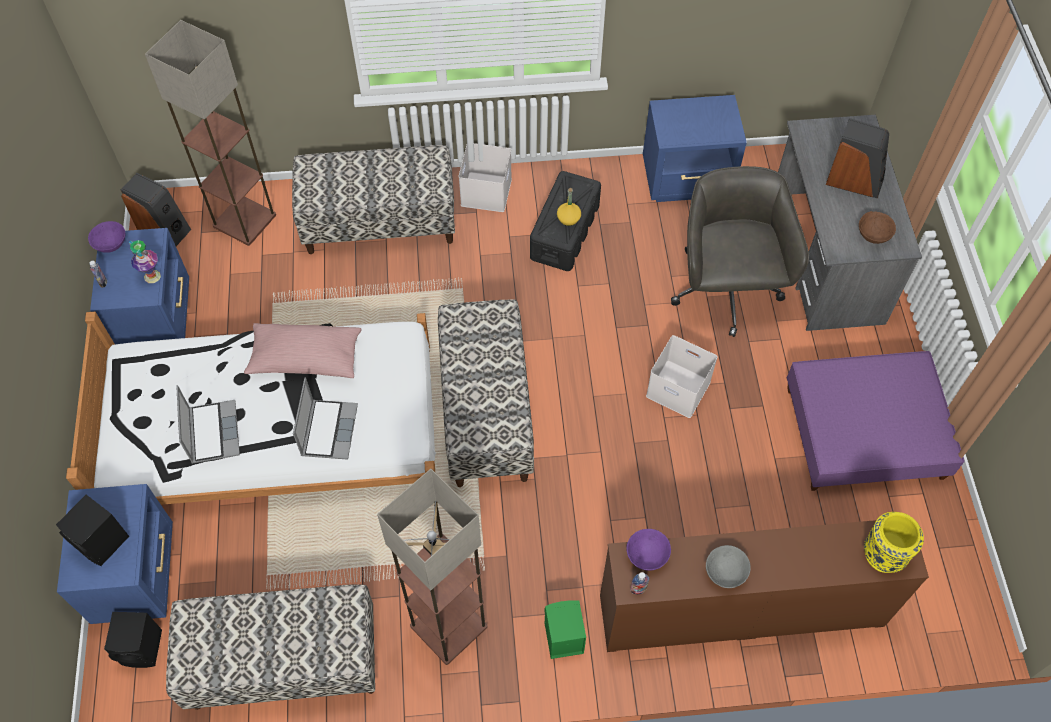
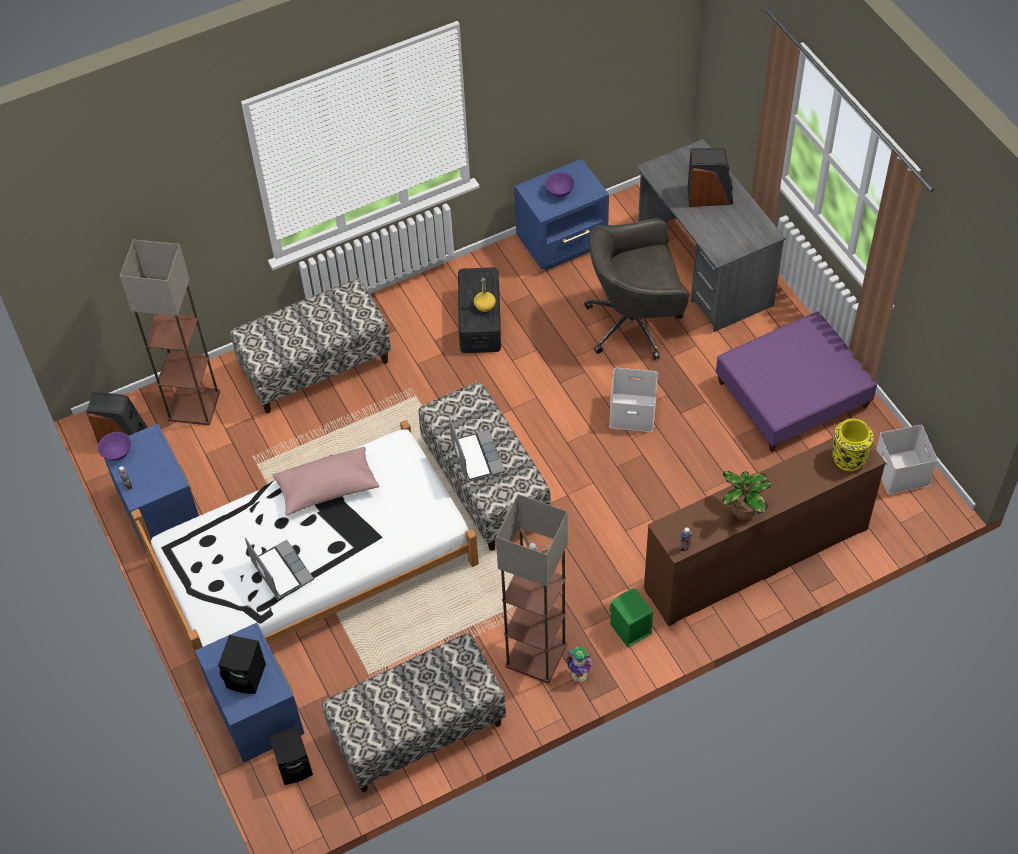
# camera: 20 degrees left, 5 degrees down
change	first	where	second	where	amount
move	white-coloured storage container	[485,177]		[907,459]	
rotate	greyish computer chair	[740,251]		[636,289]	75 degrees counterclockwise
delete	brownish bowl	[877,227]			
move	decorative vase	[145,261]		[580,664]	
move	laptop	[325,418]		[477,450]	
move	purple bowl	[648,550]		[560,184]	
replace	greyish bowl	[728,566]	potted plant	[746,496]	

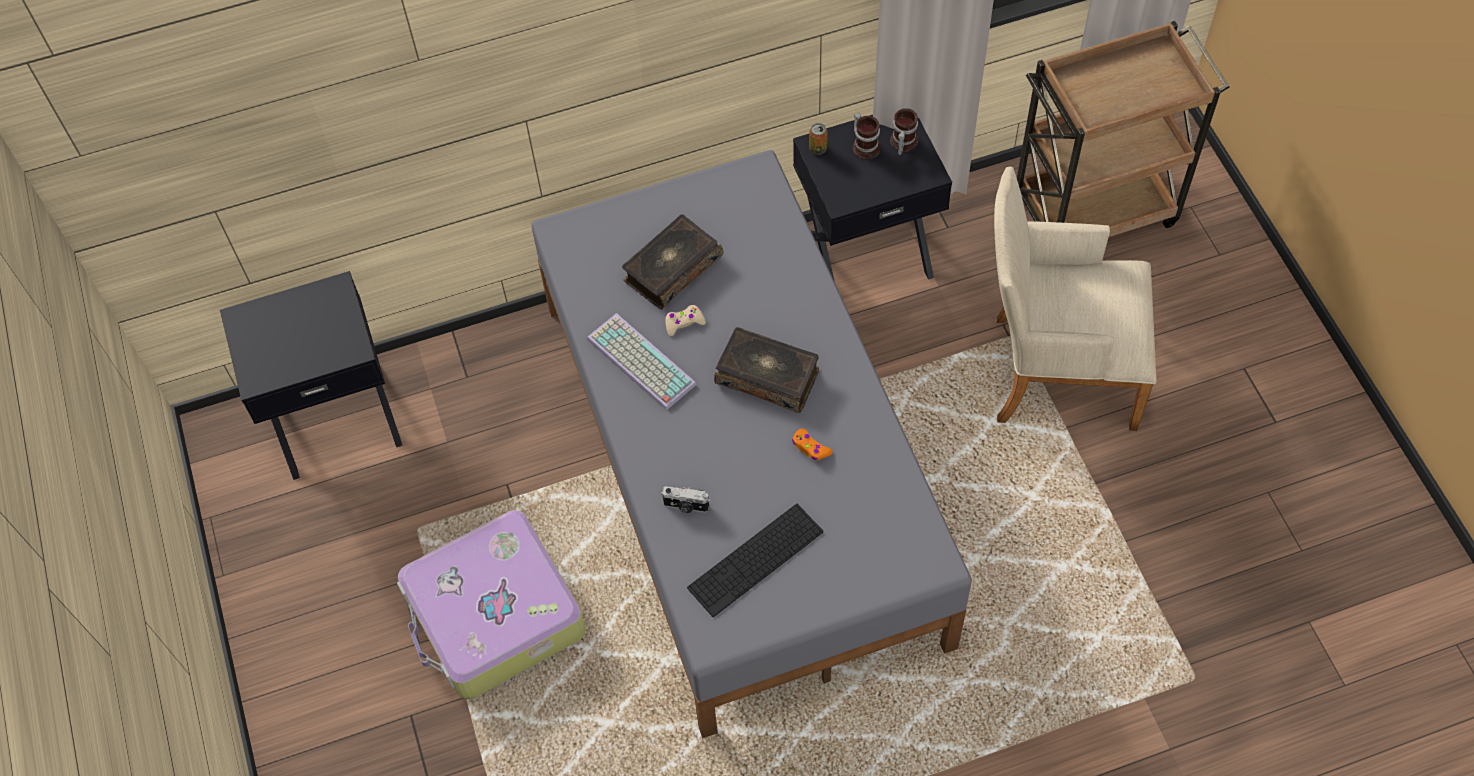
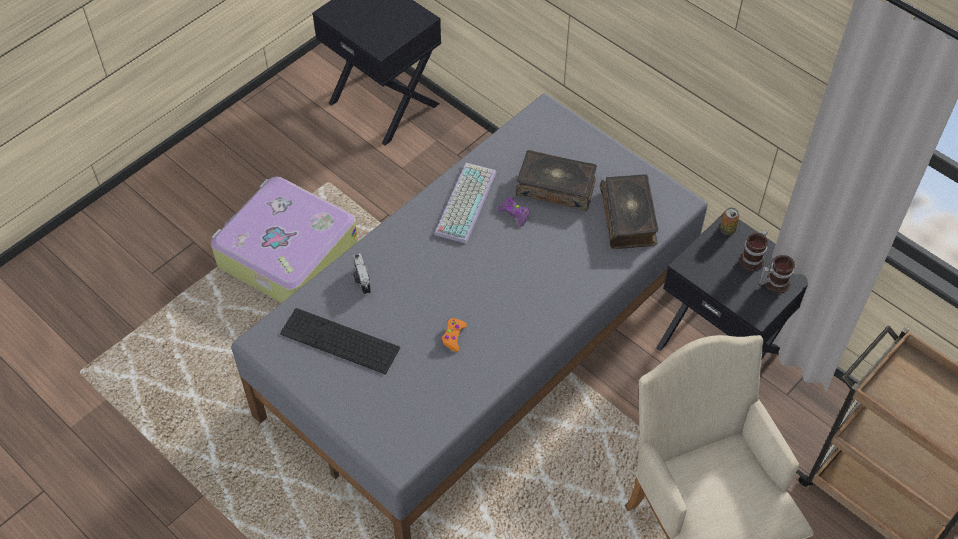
# camera: 60 degrees right, 5 degrees down
change	first	where	second	where	amount
recolor	beige-coloured joypad	[685,320]	purple joypad	[513,211]	
move	bound book	[766,370]		[629,211]	

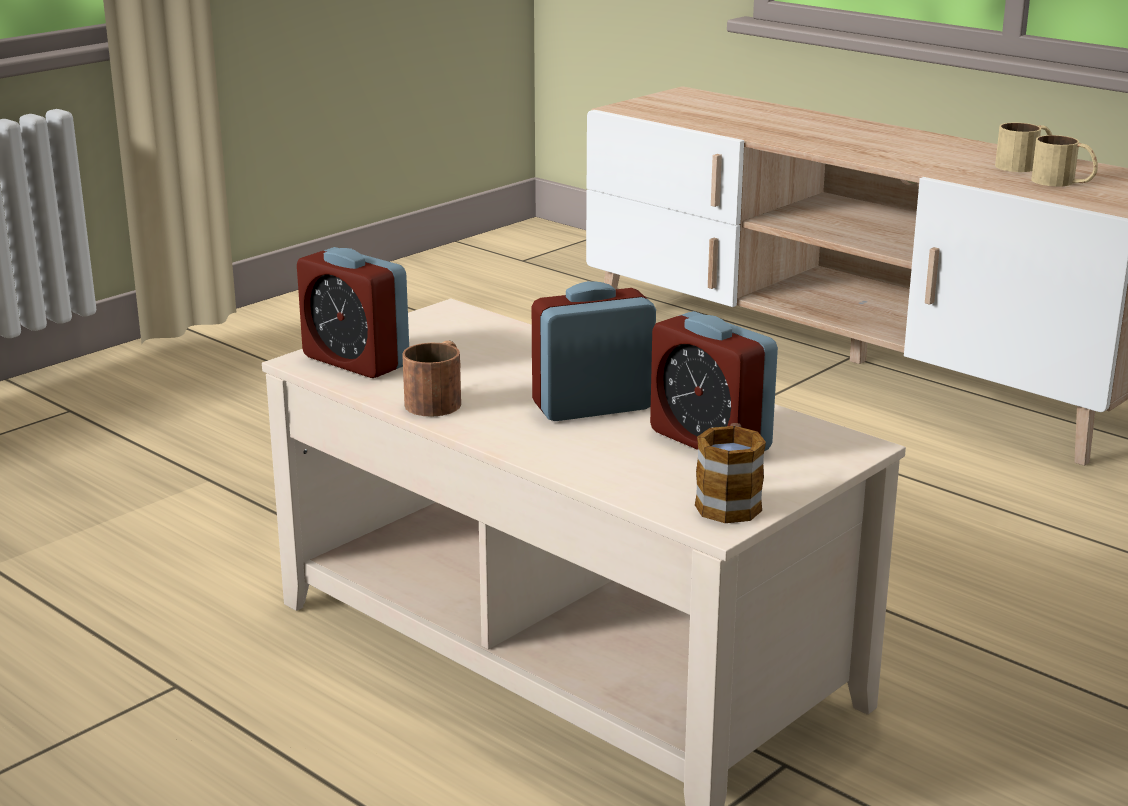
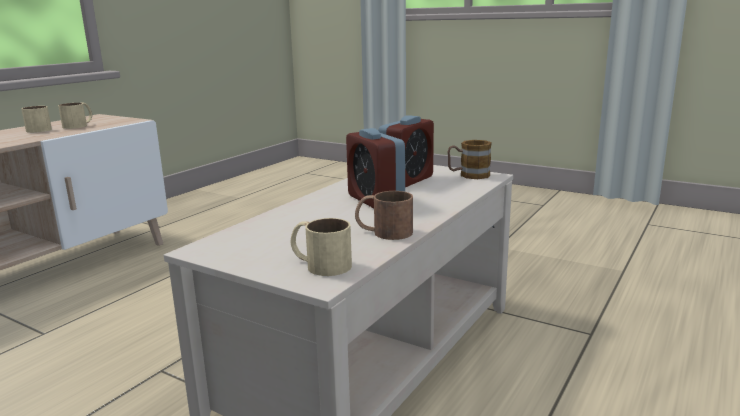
# camera: 100 degrees left, 5 degrees down
change	first	where	second	where	amount
replace	bedside clock	[353,312]	beige-coloured mug	[321,247]	

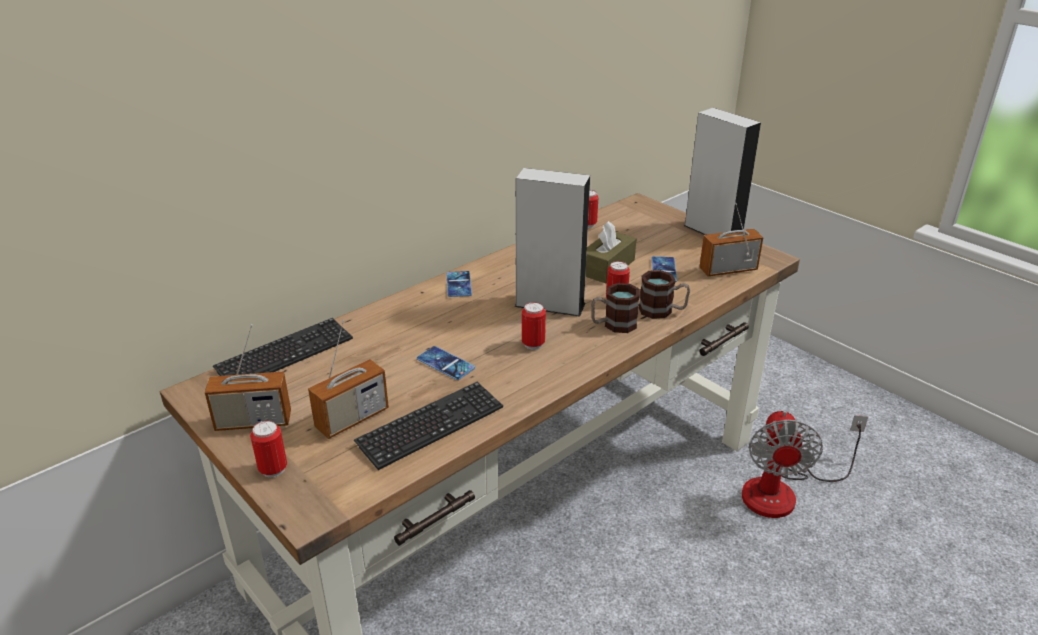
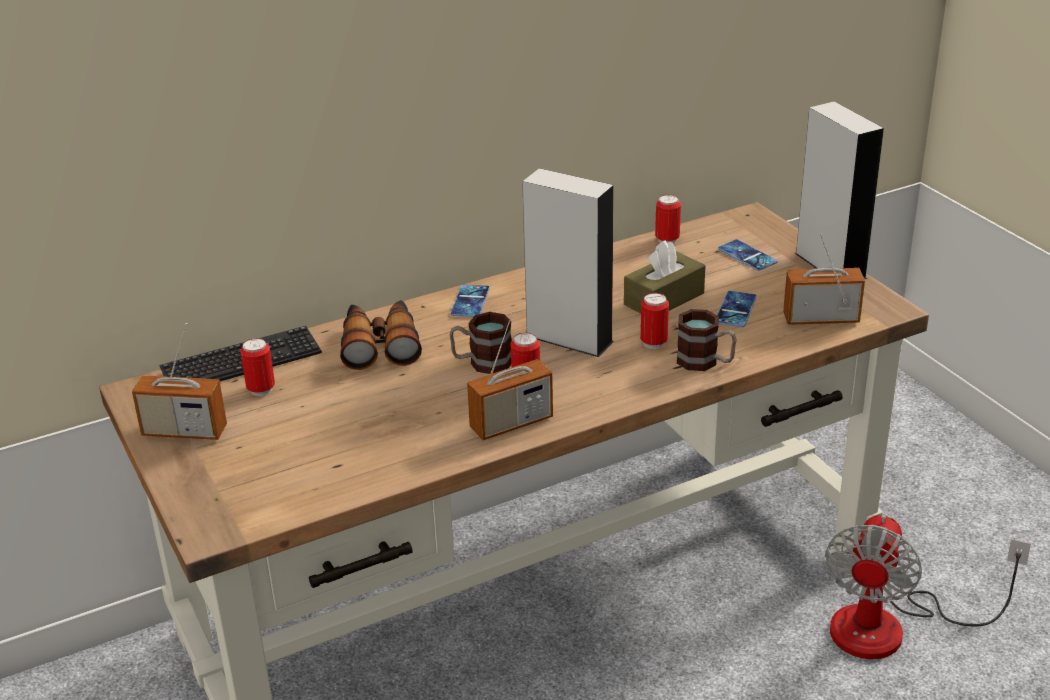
# camera: 15 degrees right, 0 degrees up
change	first	where	second	where	amount
move	mug	[615,308]		[481,343]	
move	radio receiver	[348,379]		[510,375]	
move	telephone	[446,363]		[748,255]	
delete	PC keyboard	[428,426]			
move	sealed can	[268,449]		[257,367]	
insert			pair of binoculars	[381,335]	

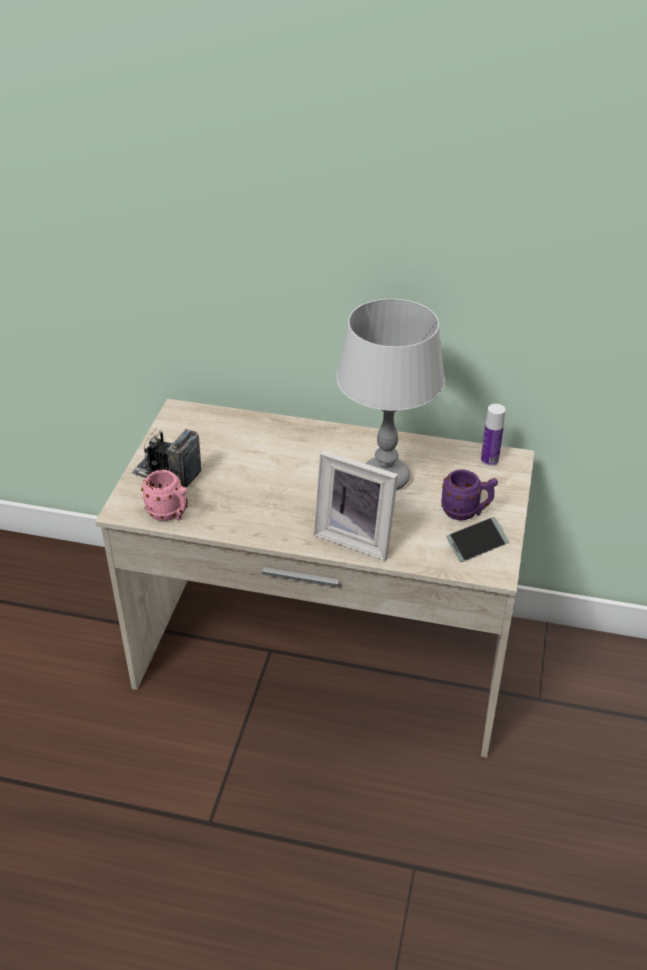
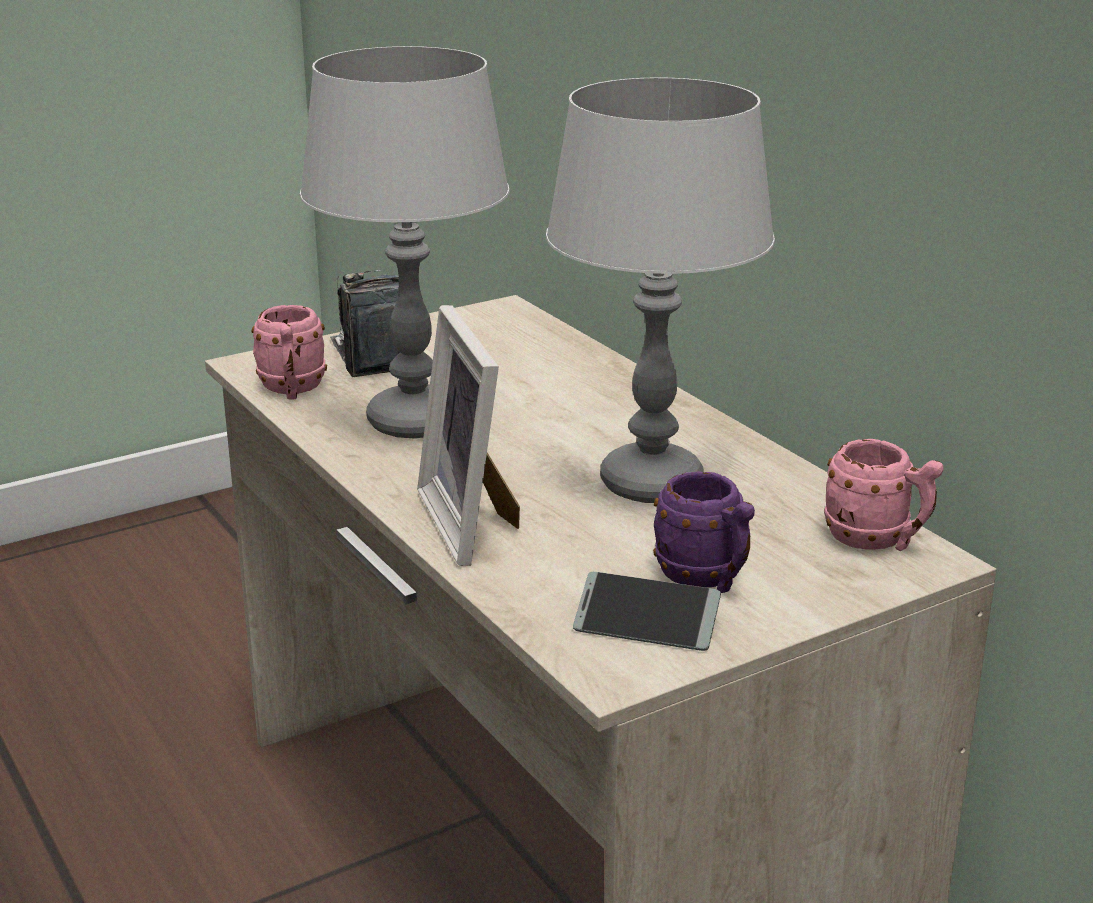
# camera: 45 degrees right, 15 degrees down
change	first	where	second	where	amount
replace	drink bottle	[493,435]	pink mug	[883,495]	
insert			greyish tabletop lamp	[405,242]	

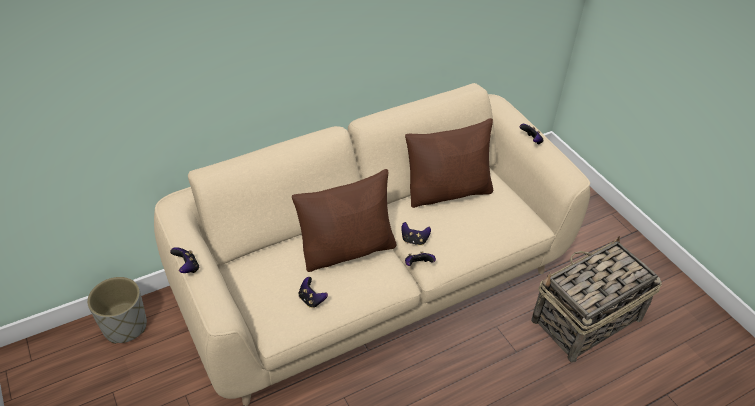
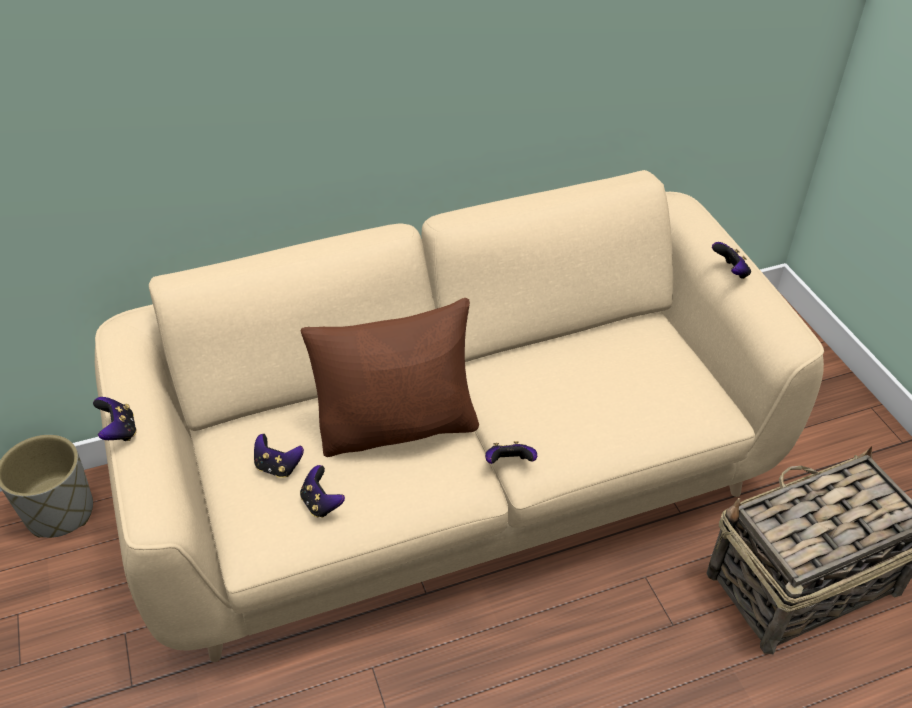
# camera: 10 degrees right, 0 degrees up
change	first	where	second	where	amount
delete	brownish cushion	[449,163]			
move	joypad	[416,234]		[279,456]	

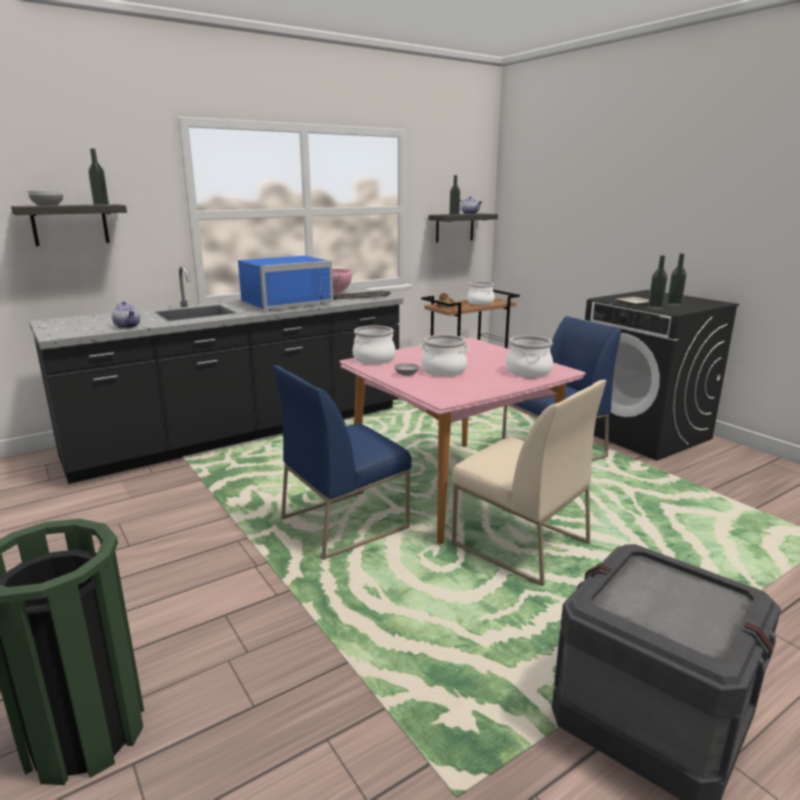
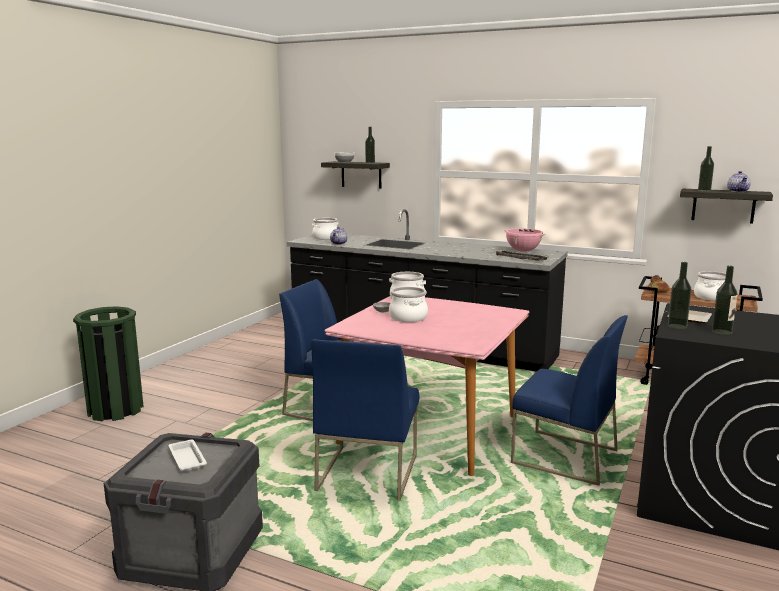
# camera: 60 degrees right, 5 degrees down
change	first	where	second	where	amount
delete	blue kitchen microwave	[285,283]			
move	stockpot	[529,357]		[325,229]	
recolor	beige-coloured chair	[529,483]	blue chair	[365,420]	
insert			white-coloured serving tray	[187,456]	

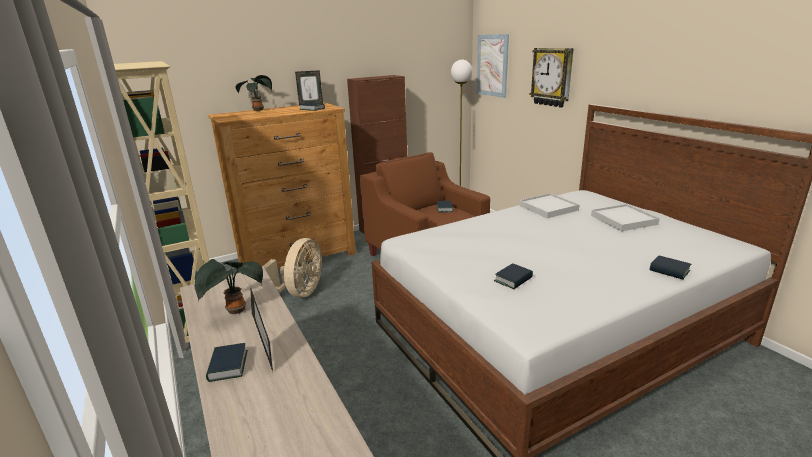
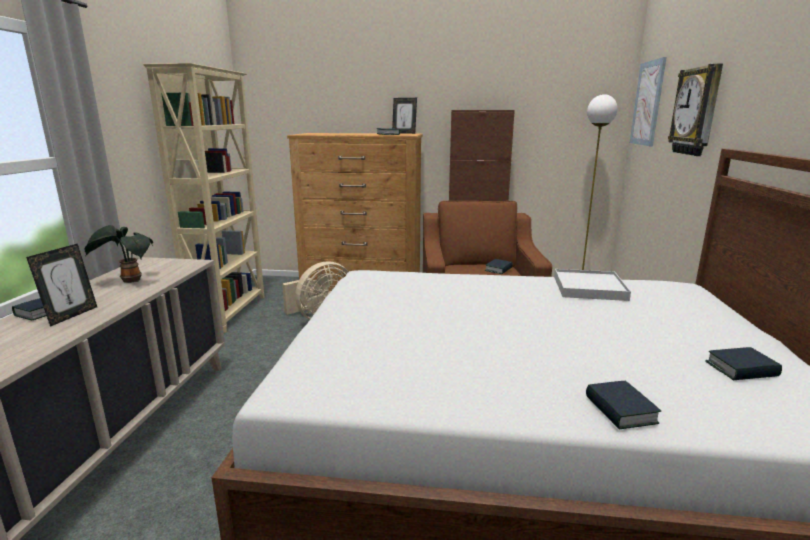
# camera: 35 degrees right, 5 degrees down
change	first	where	second	where	amount
delete	potted plant	[254,93]			
delete	white-coloured serving tray	[625,217]			
move	bound book	[513,276]		[743,363]	

